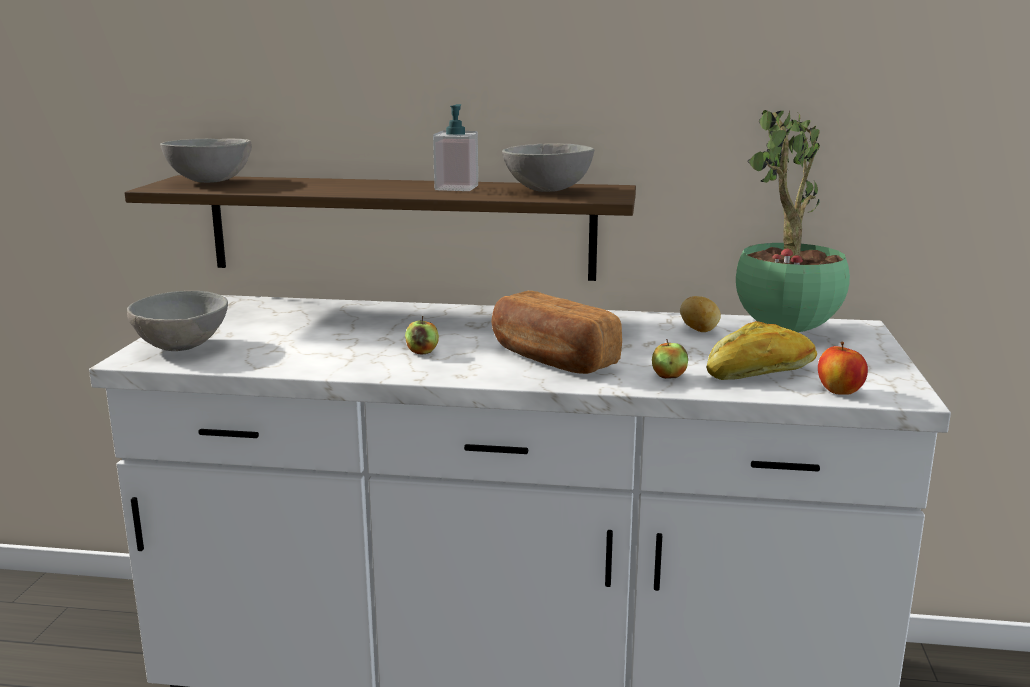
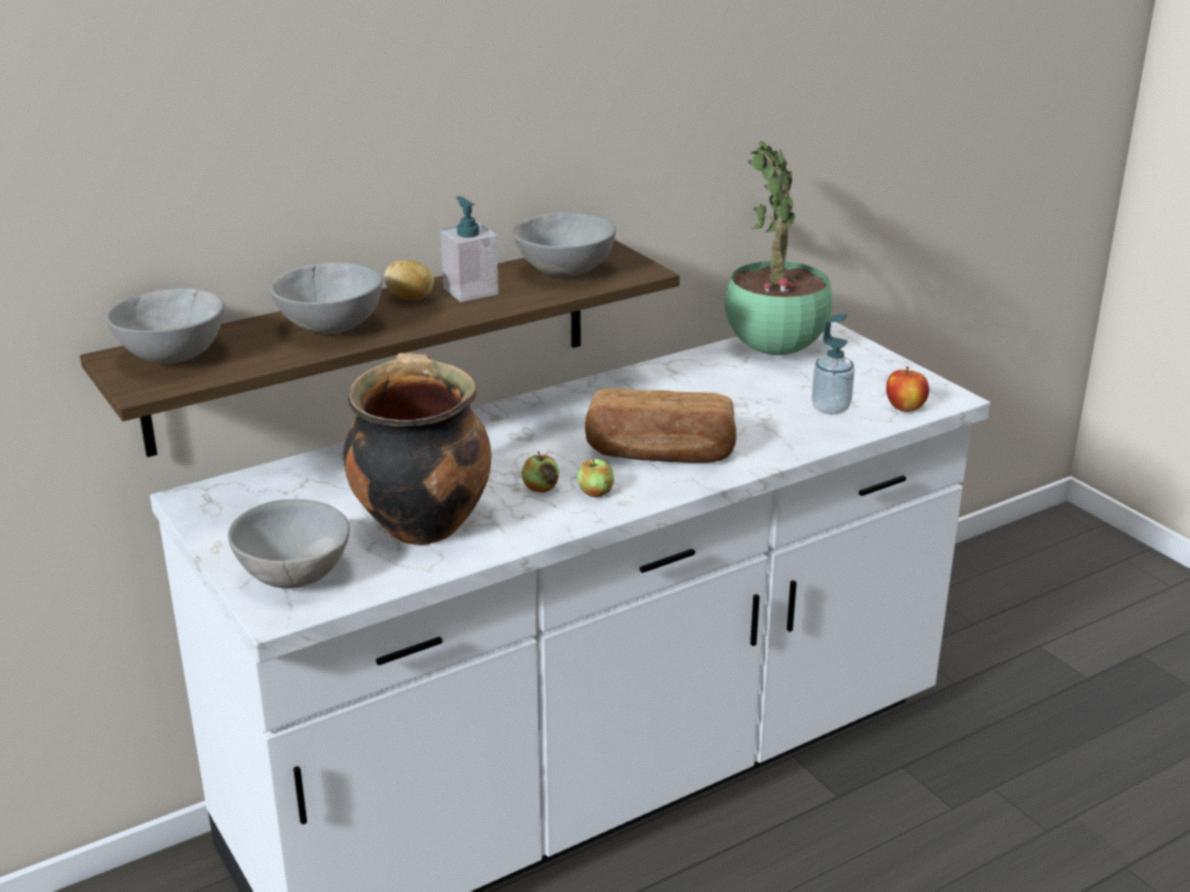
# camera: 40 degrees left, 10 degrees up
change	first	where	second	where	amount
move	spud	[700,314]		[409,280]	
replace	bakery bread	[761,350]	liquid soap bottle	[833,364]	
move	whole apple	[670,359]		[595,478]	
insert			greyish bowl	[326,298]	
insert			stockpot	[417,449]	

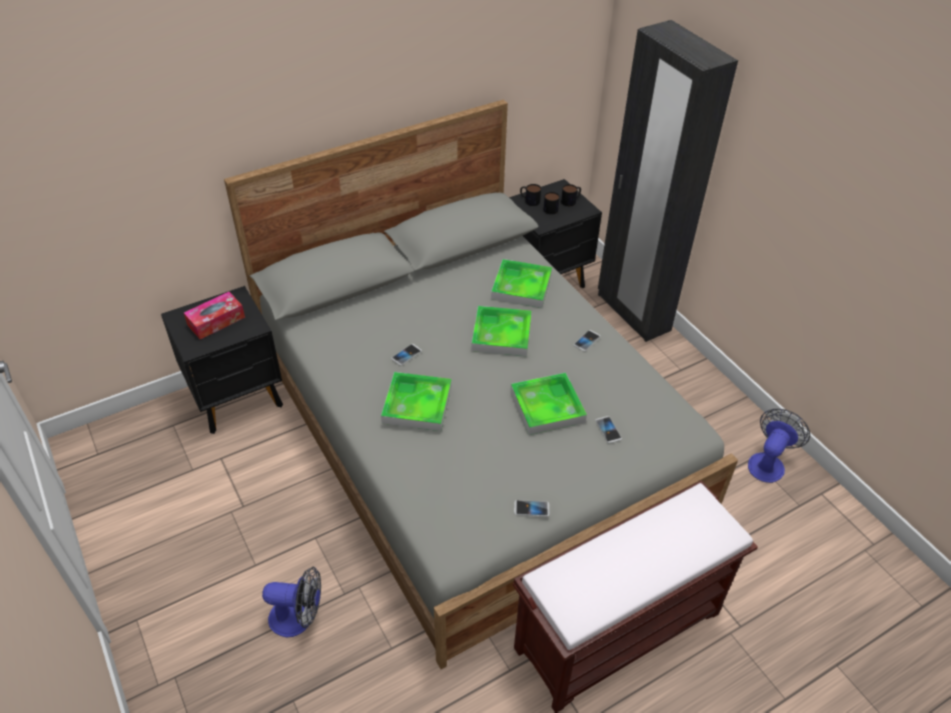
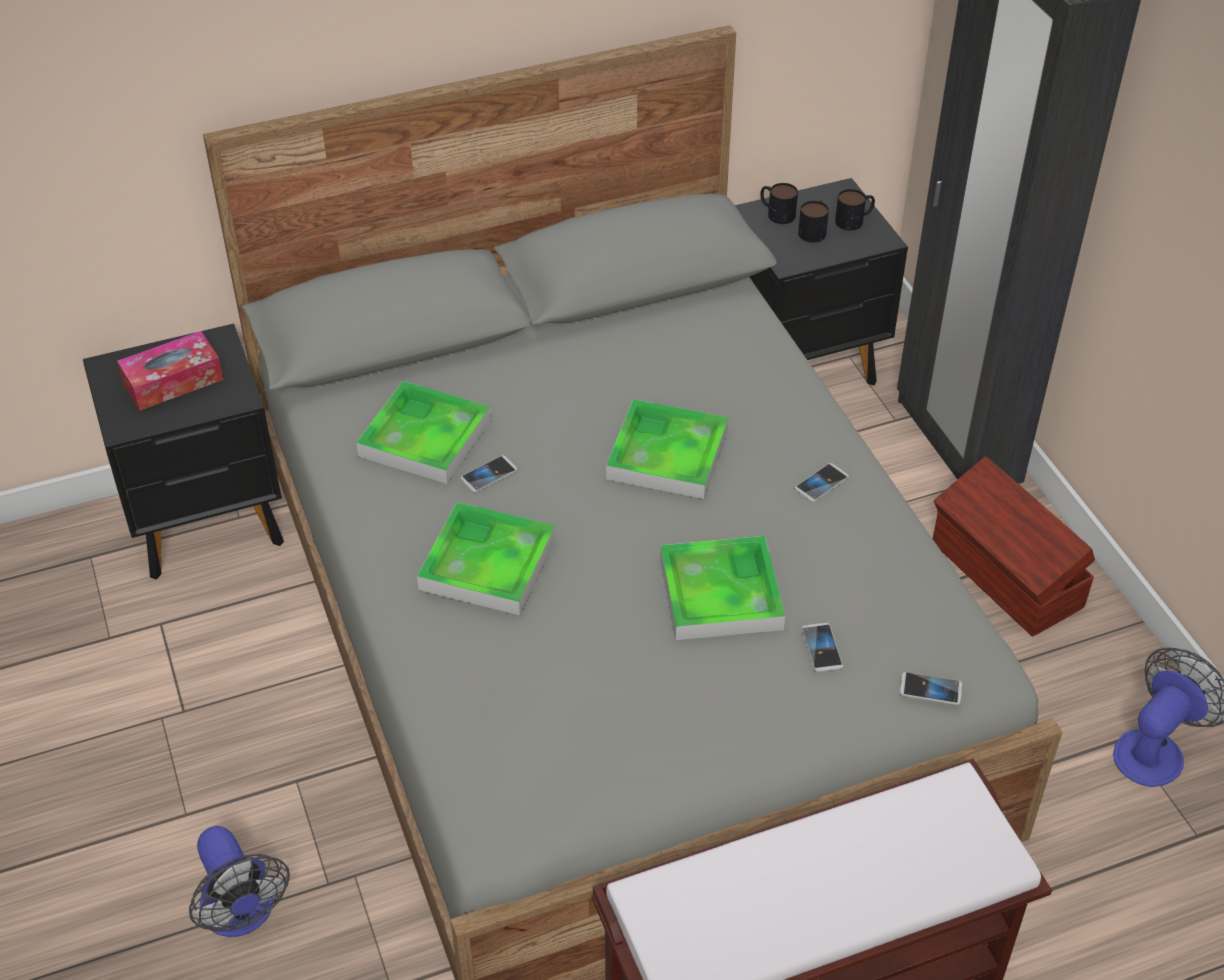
# camera: 10 degrees right, 0 degrees up
change	first	where	second	where	amount
move	serving tray	[521,283]		[423,432]	
move	telephone	[531,508]		[931,688]	
rotate	electric fan	[291,602]		[239,881]	45 degrees clockwise
insert			brownish storage container	[1014,546]	

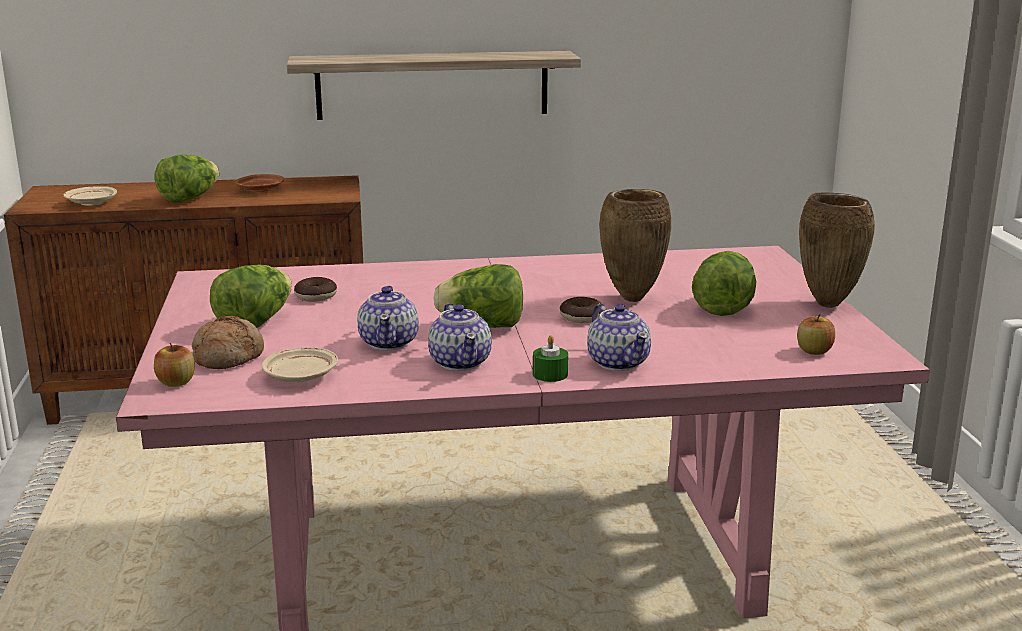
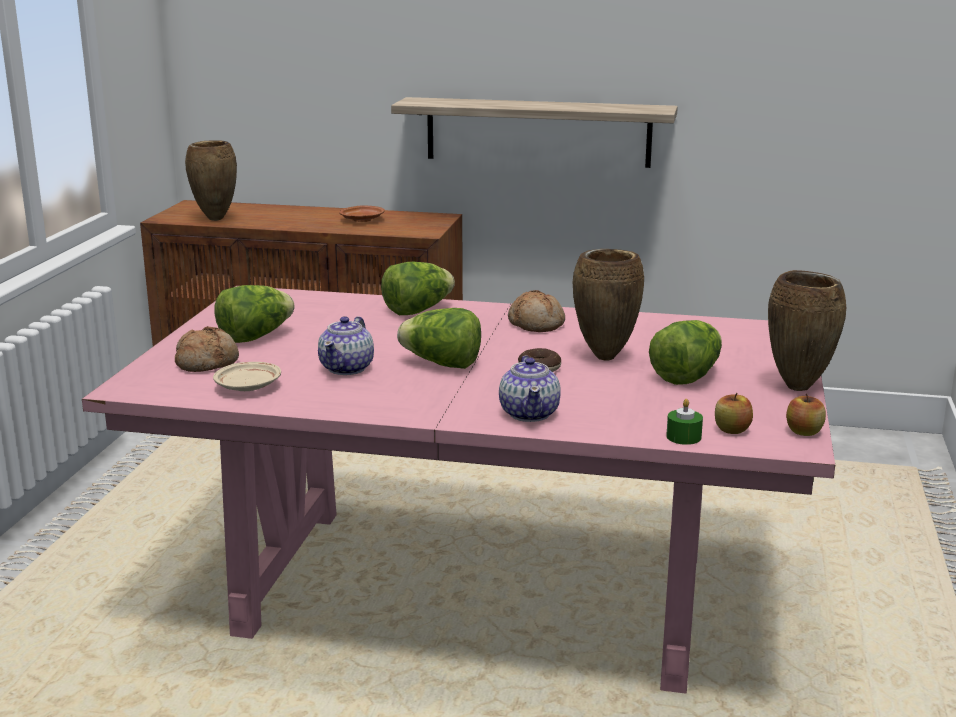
# camera: 20 degrees right, 0 degrees up
change	first	where	second	where	amount
move	lettuce	[187,179]		[418,288]	
replace	beige-coloured flat dish	[90,196]	brownish decorative vase	[211,180]	
delete	doughnut	[315,289]			
delete	pot for tea	[460,337]			
move	green wax light	[550,358]		[684,422]	
move	whole apple	[174,365]		[806,415]	
insert			bakery bread	[536,311]	

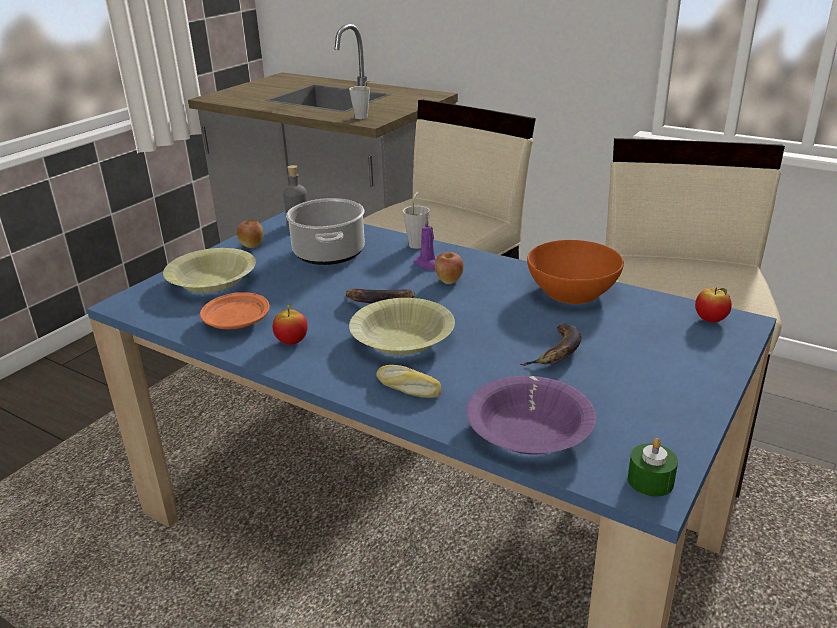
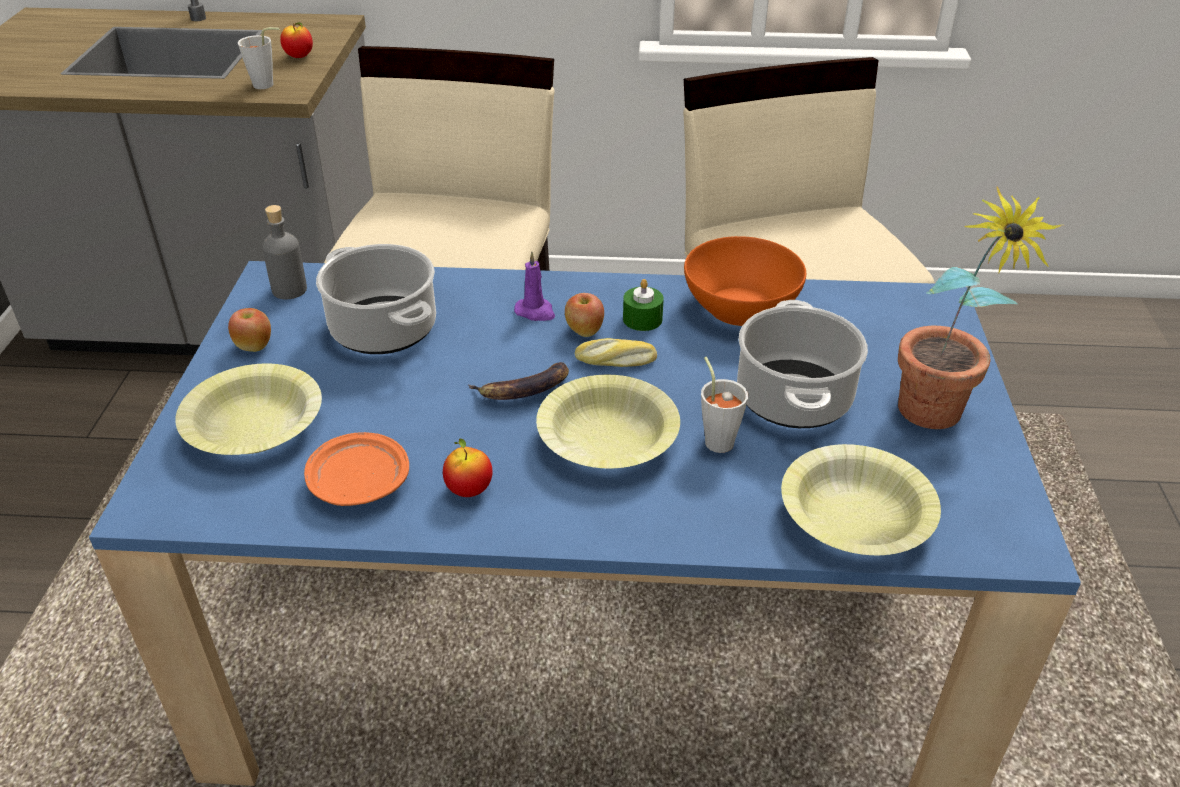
# camera: 30 degrees left, 10 degrees up
change	first	where	second	where	amount
move	greyish small cup	[416,220]		[724,405]	
move	whole apple	[713,304]		[296,40]	
replace	whole banana	[551,345]	stockpot	[802,364]	
move	bakery bread	[408,381]		[616,352]	
recolor	purple bowl	[531,415]	yellow bowl	[861,499]	
move	green wax light	[653,467]		[643,305]	
insert			potted plant	[980,308]	

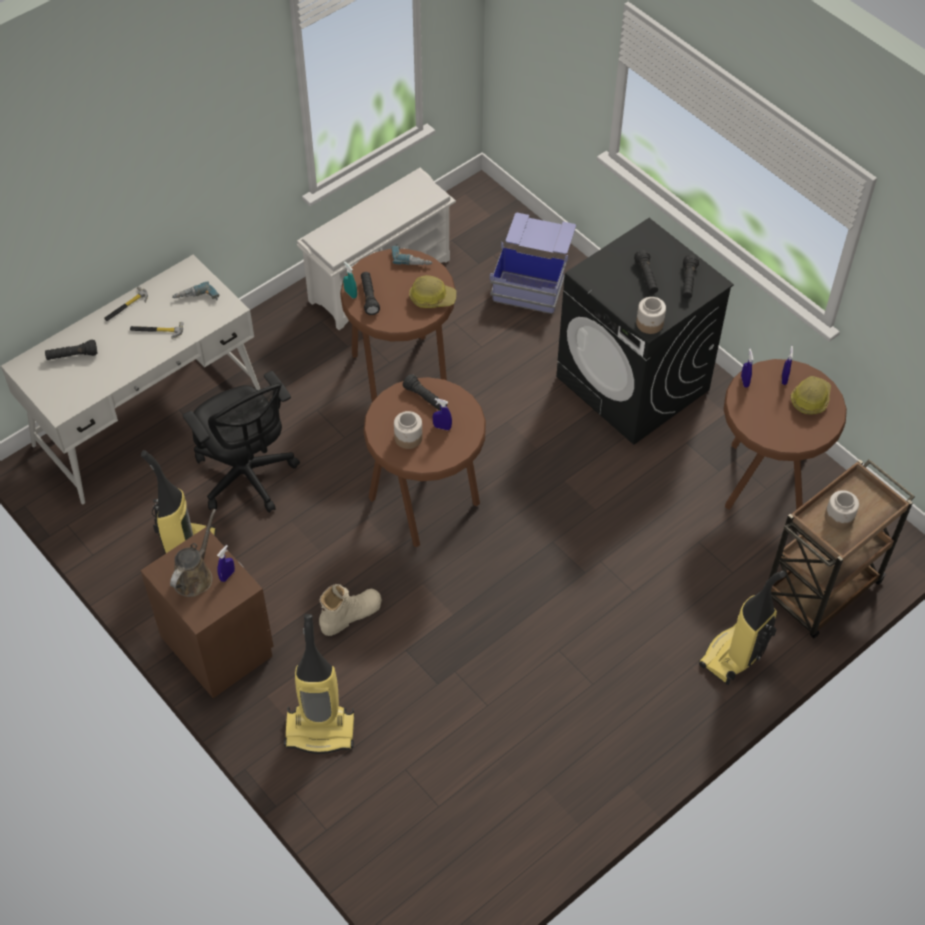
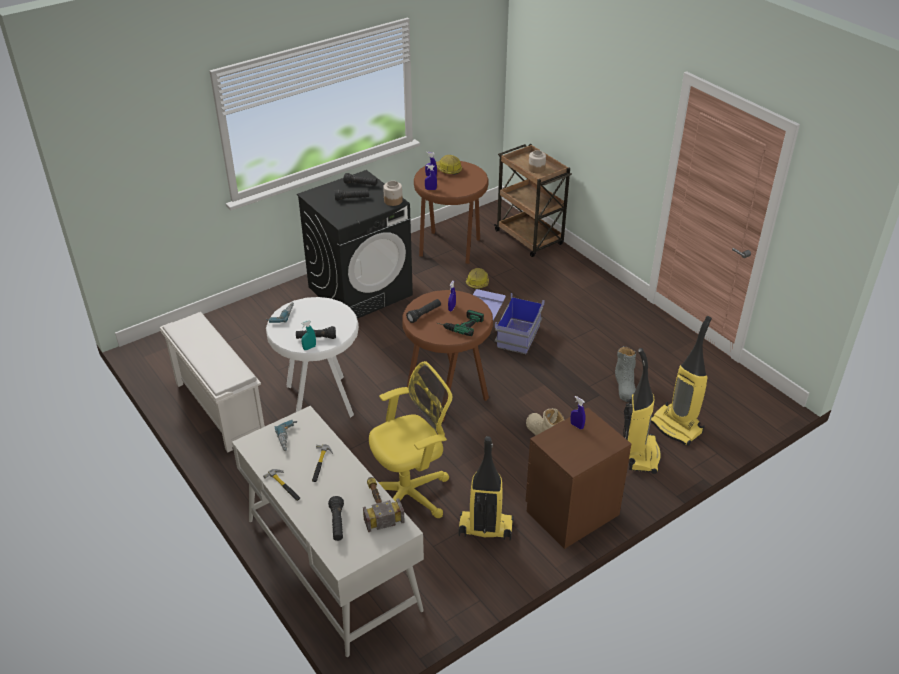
# camera: 85 degrees left, 15 degrees down
change	first	where	second	where	amount
move	blue storage container	[533,263]		[509,321]	
recolor	brownish stool	[397,325]	white-coloured stool	[312,357]	
move	work helmet	[432,291]		[477,279]	
recolor	black-coloured computer chair	[241,442]	yellow computer chair	[410,439]	
replace	storage jar	[408,430]	electric drill	[461,323]	
delete	brownish watering pot	[193,553]			
move	vacuum cleaner	[742,628]		[681,381]	
insert			greyish boot	[625,374]	
insert			tool hammer	[384,504]	

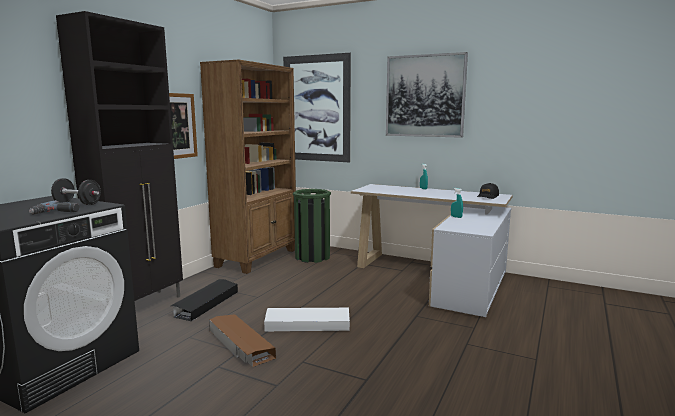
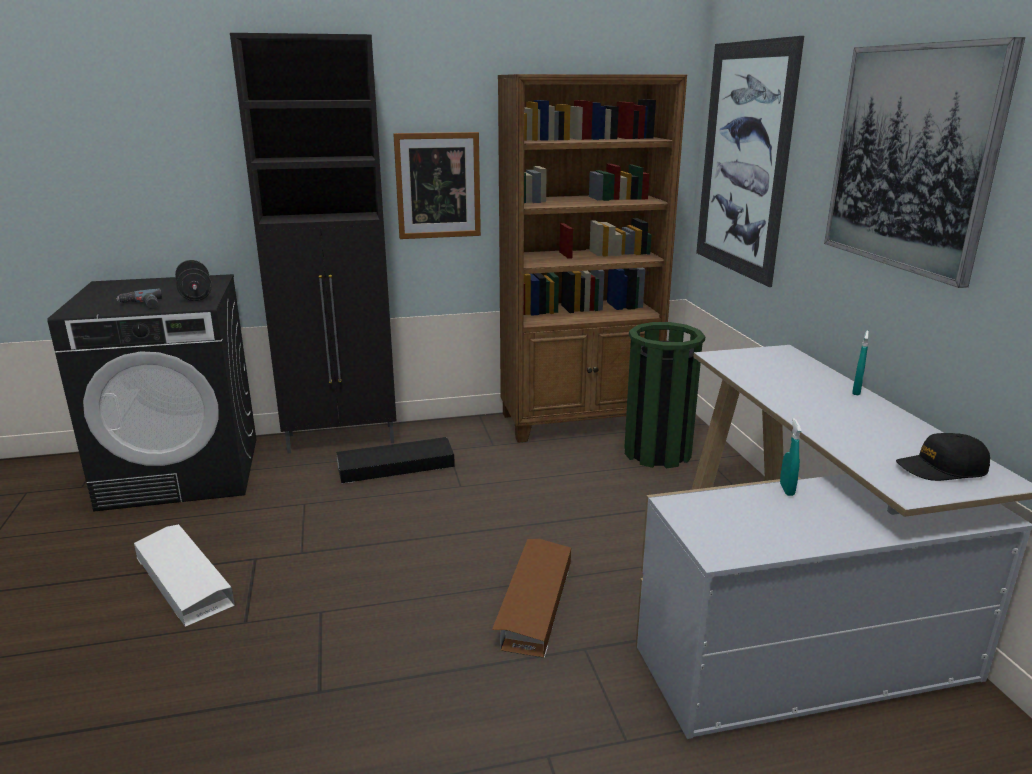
# camera: 50 degrees right, 10 degrees up
change	first	where	second	where	amount
move	white-coloured storage container	[307,320]		[184,575]	
move	brownish storage container	[242,340]		[531,598]	

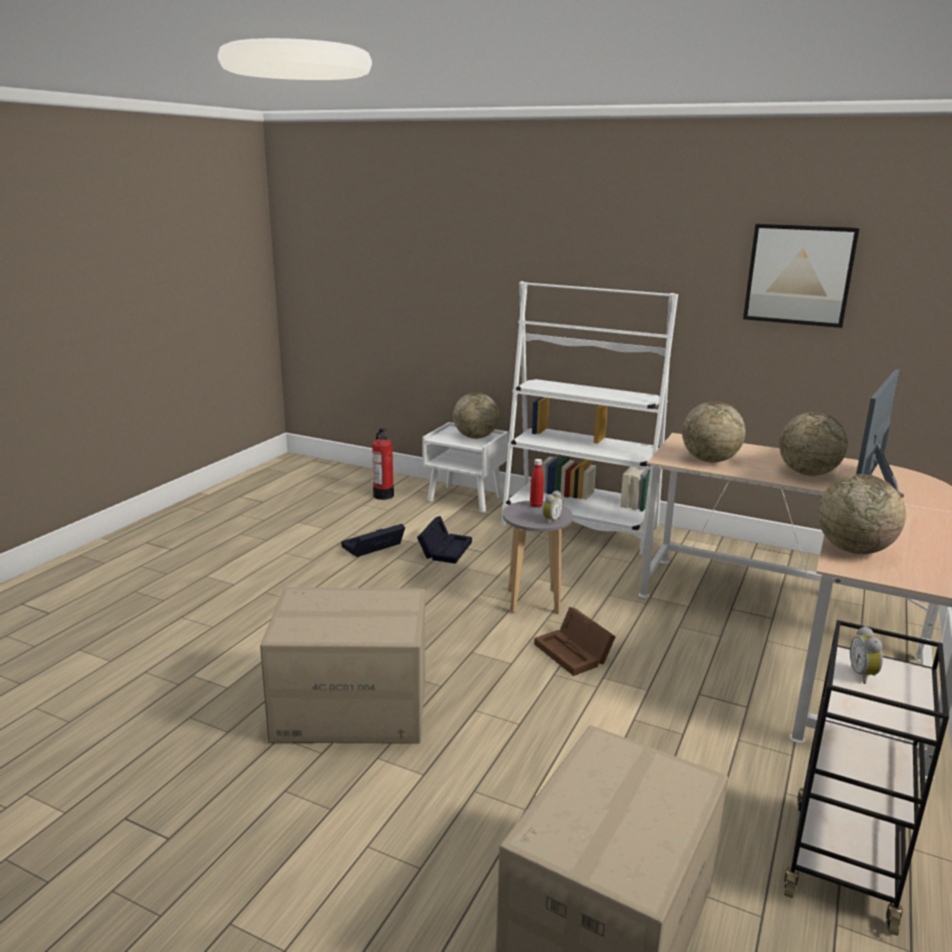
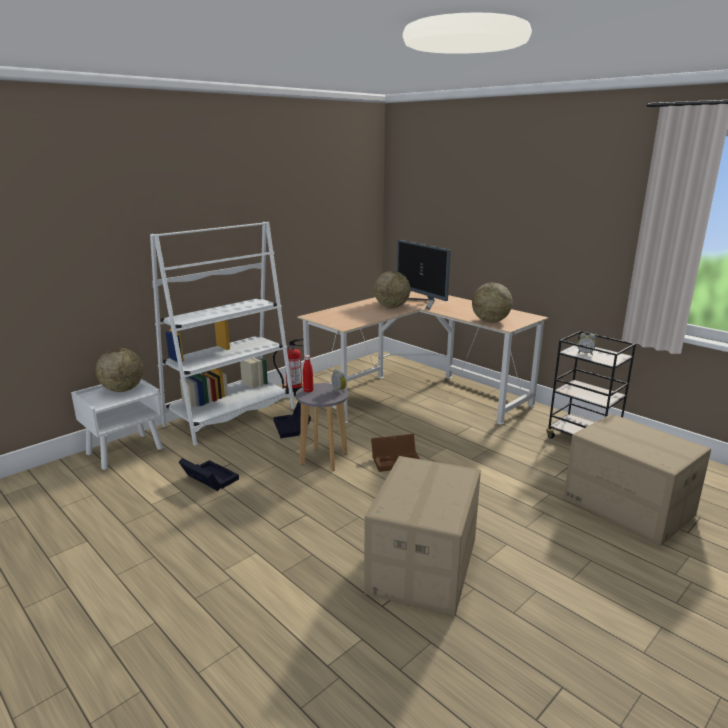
# camera: 70 degrees left, 0 degrees up
change	first	where	second	where	amount
delete	wall art	[801,276]			
delete	world globe	[714,432]			
move	fire extinguisher	[383,464]		[288,368]	
move	black-coloured storage container	[373,540]		[292,420]	

